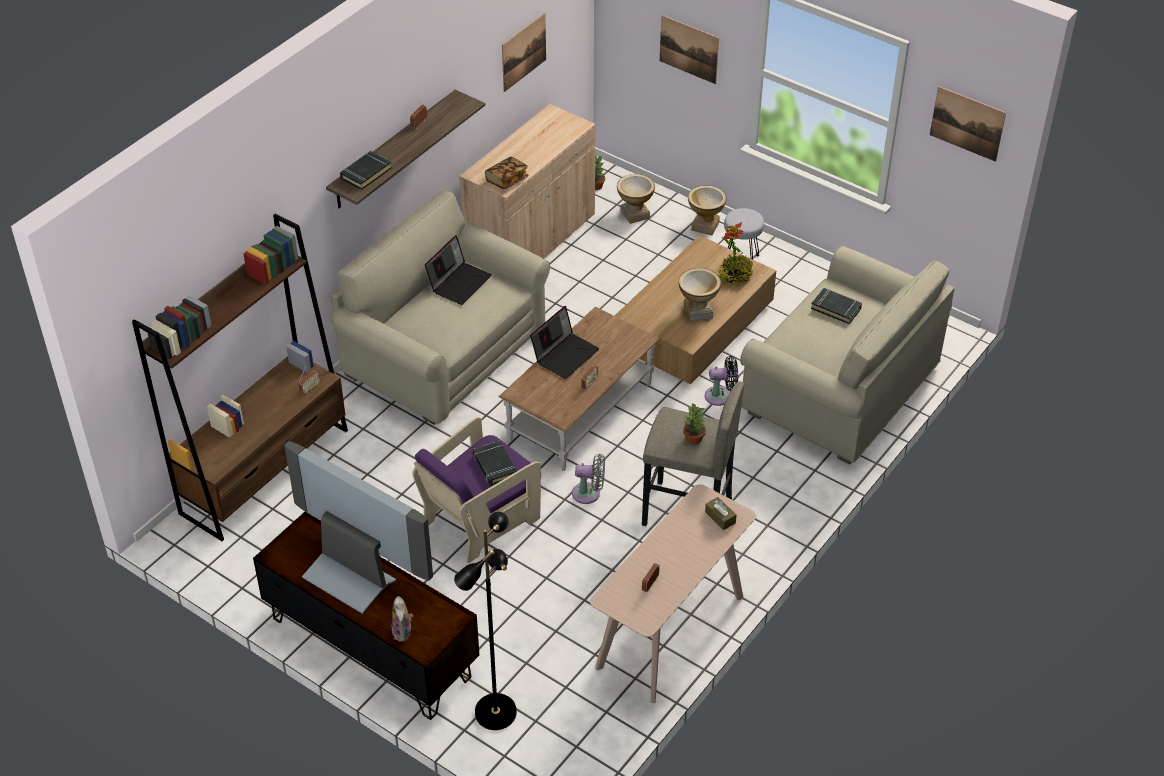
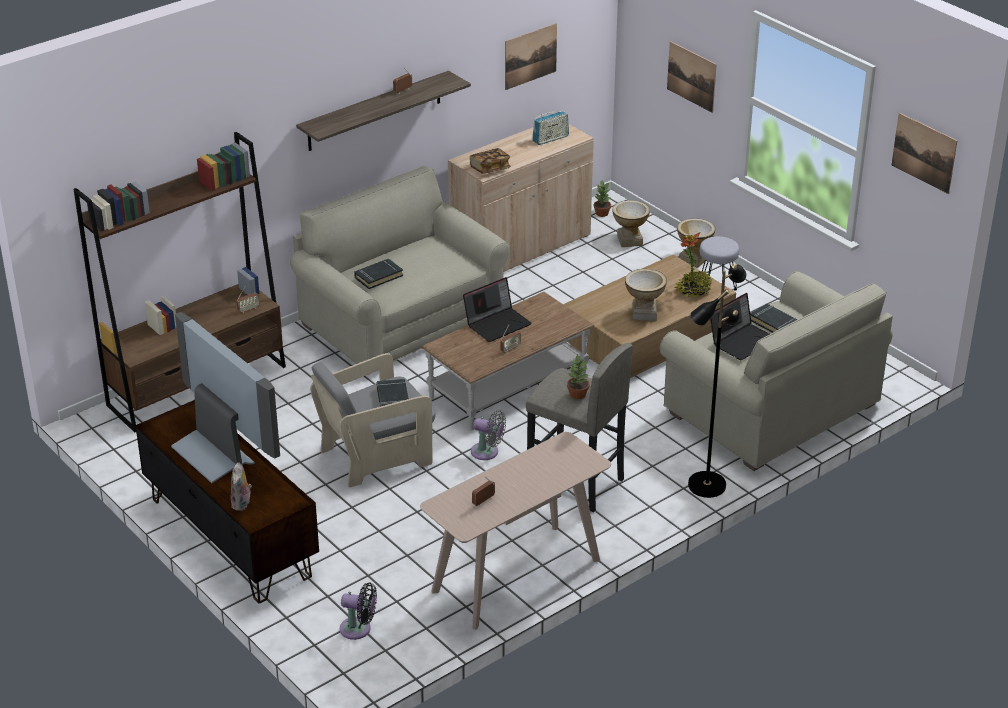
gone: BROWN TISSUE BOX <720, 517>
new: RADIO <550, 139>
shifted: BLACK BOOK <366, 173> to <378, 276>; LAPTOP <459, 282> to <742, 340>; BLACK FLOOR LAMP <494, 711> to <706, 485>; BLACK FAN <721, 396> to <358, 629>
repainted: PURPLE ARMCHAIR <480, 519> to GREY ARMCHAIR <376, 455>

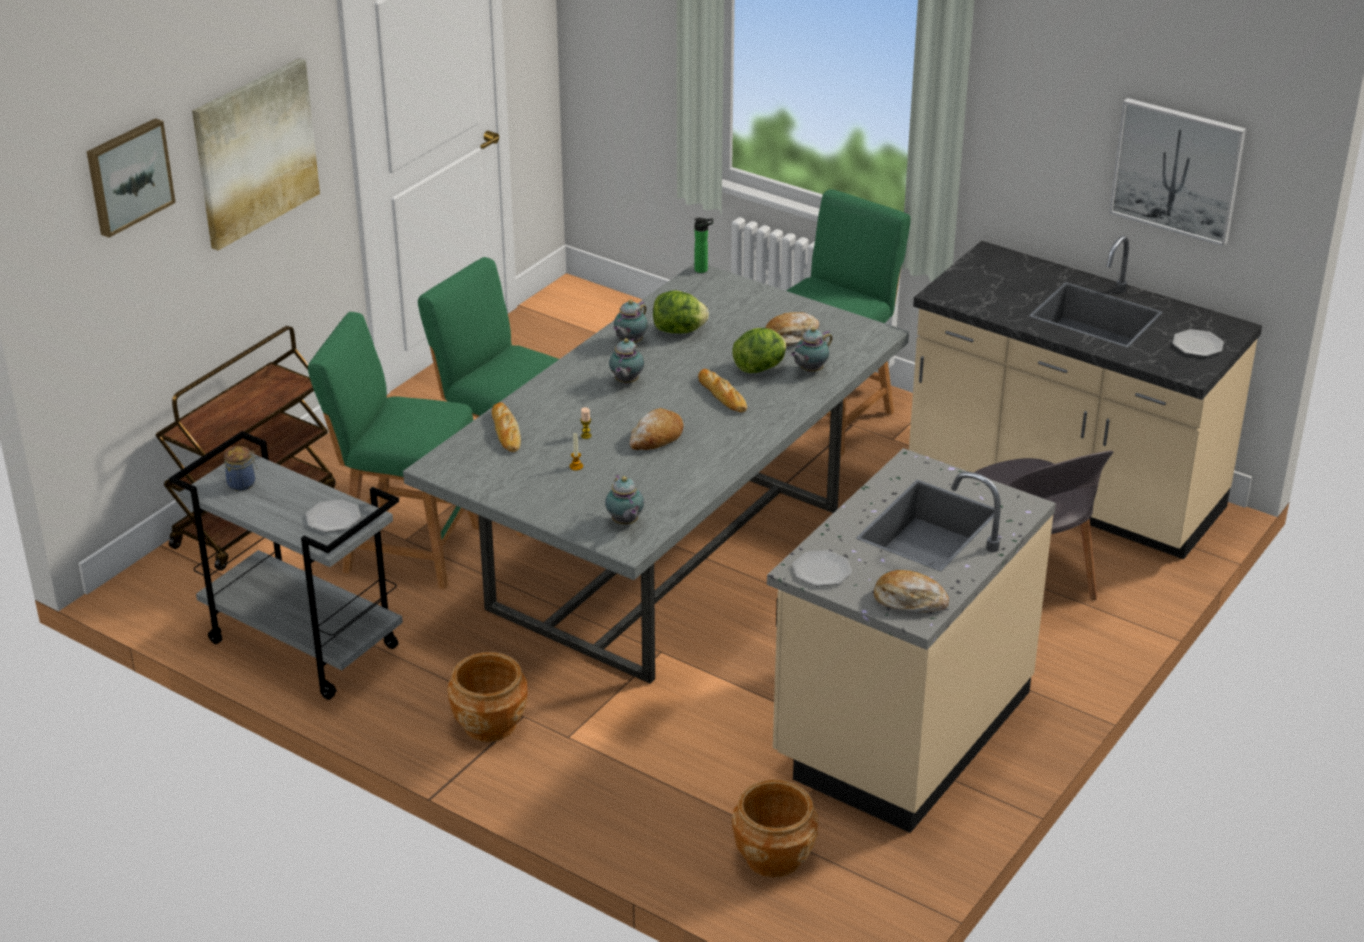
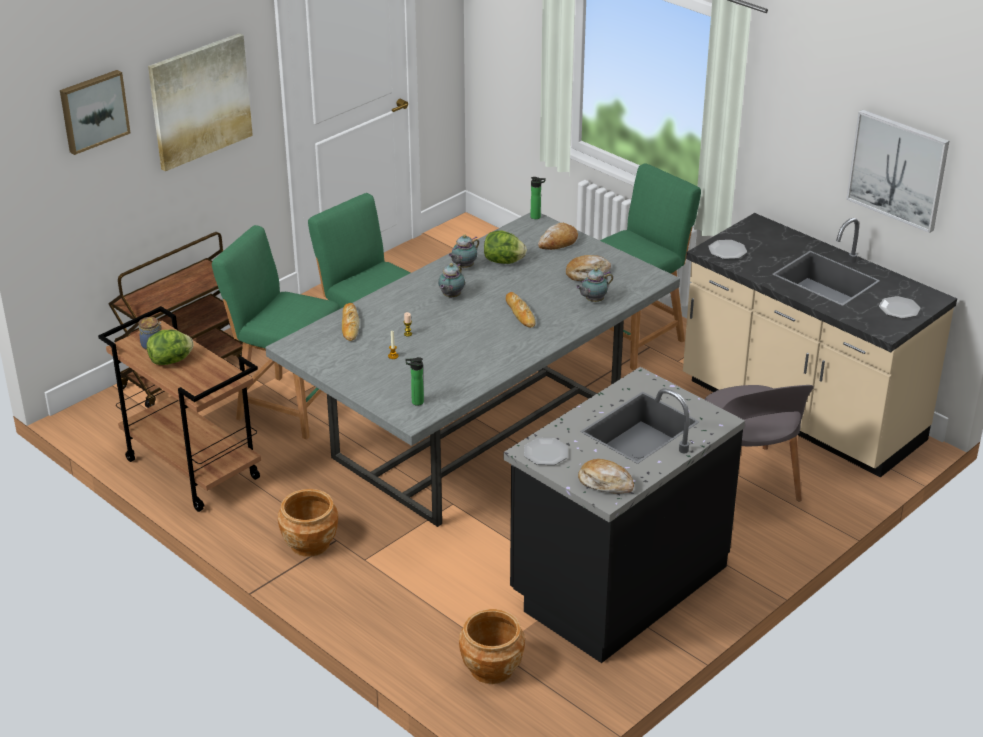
shifted: PLATE <333, 518> to <727, 251>; BREAD <656, 438> to <558, 242>; LETTUCE <760, 368> to <171, 361>
swapped: TEAPOT <625, 523> to BOTTLE <415, 402>
repainted: GREY CART <301, 645> to BROWN CART <190, 469>; BEIGE COUNTER <900, 728> to BLACK COUNTER <617, 582>

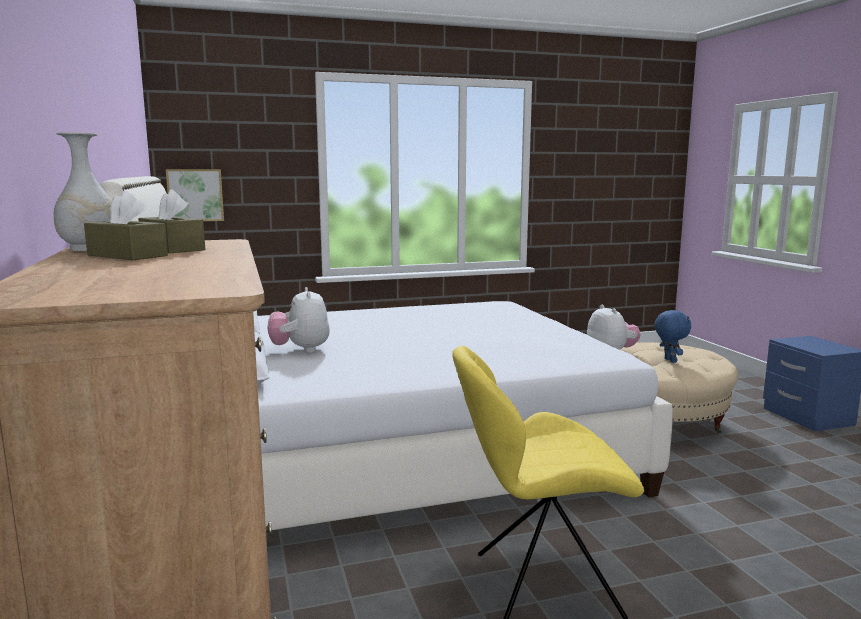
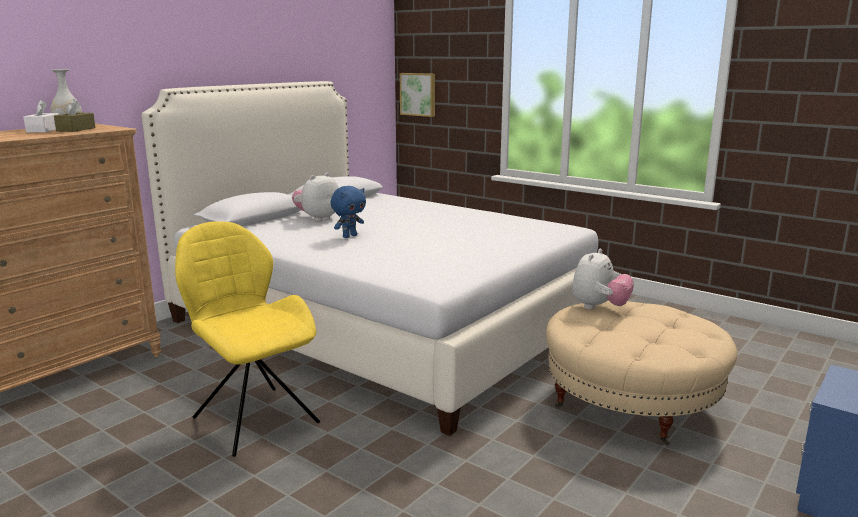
shifted: BLUE PLUSH TOY <669, 360> to <349, 236>
repainted: BROWN TISSUE BOX <127, 255> to WHITE TISSUE BOX <44, 130>

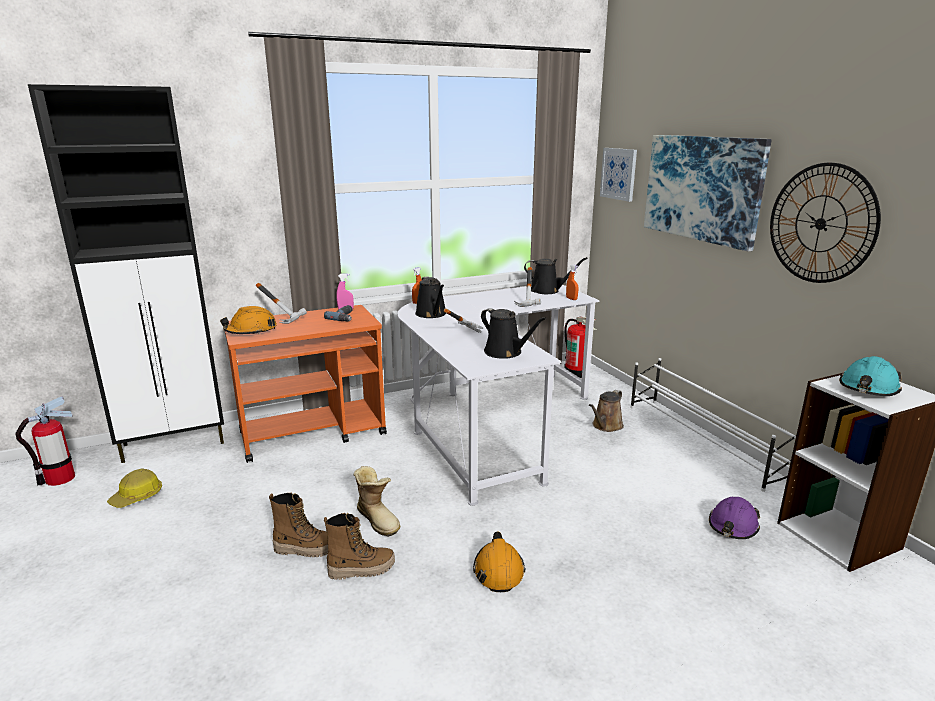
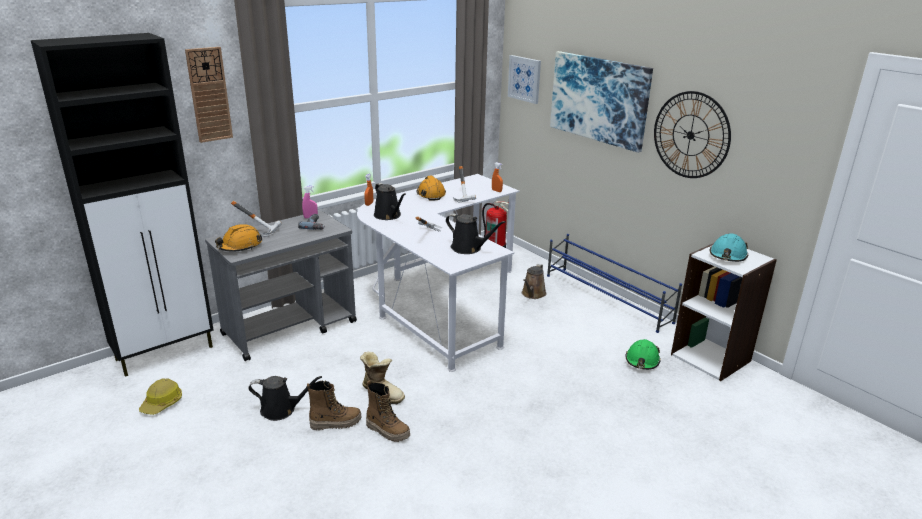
gone: FIRE EXTINGUISHER <60, 479>
new: WALL CLOCK <209, 95>
shifted: ORANGE HARD HAT <498, 570> to <431, 194>; BLACK WATERING CAN <548, 290> to <281, 410>
repainted: ORANGE CART <314, 433> to GREY CART <291, 328>; WHITE SHOE RACK <701, 441> to BLUE SHOE RACK <607, 298>; PURPLE HARD HAT <733, 526> to GREEN HARD HAT <642, 361>
rotated: BOOT <361, 569> = <388, 431> 60 degrees clockwise

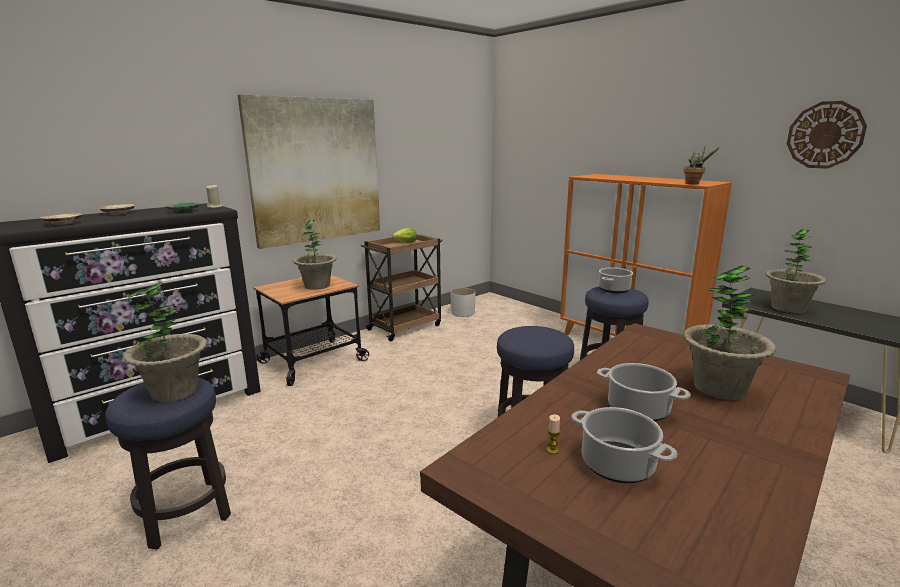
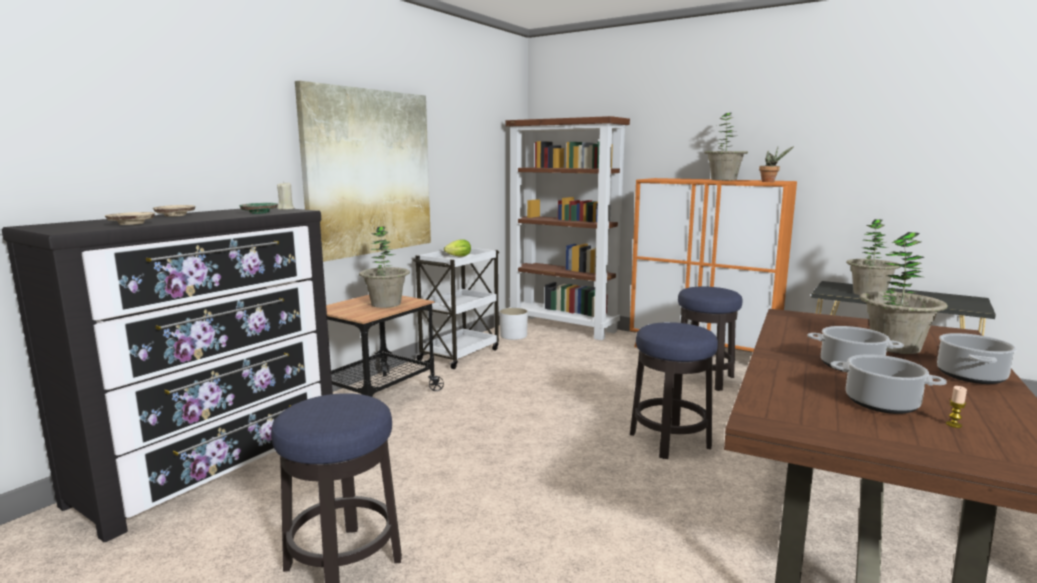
gone: WALL CLOCK <825, 135>
new: BROWN BOOKCASE <564, 327>
shifted: POTTED PLANT <174, 391> to <723, 179>; CANDLE <552, 450> to <953, 425>; COOKING POT <614, 290> to <971, 376>
repainted: BROWN CART <405, 327> to WHITE CART <460, 354>

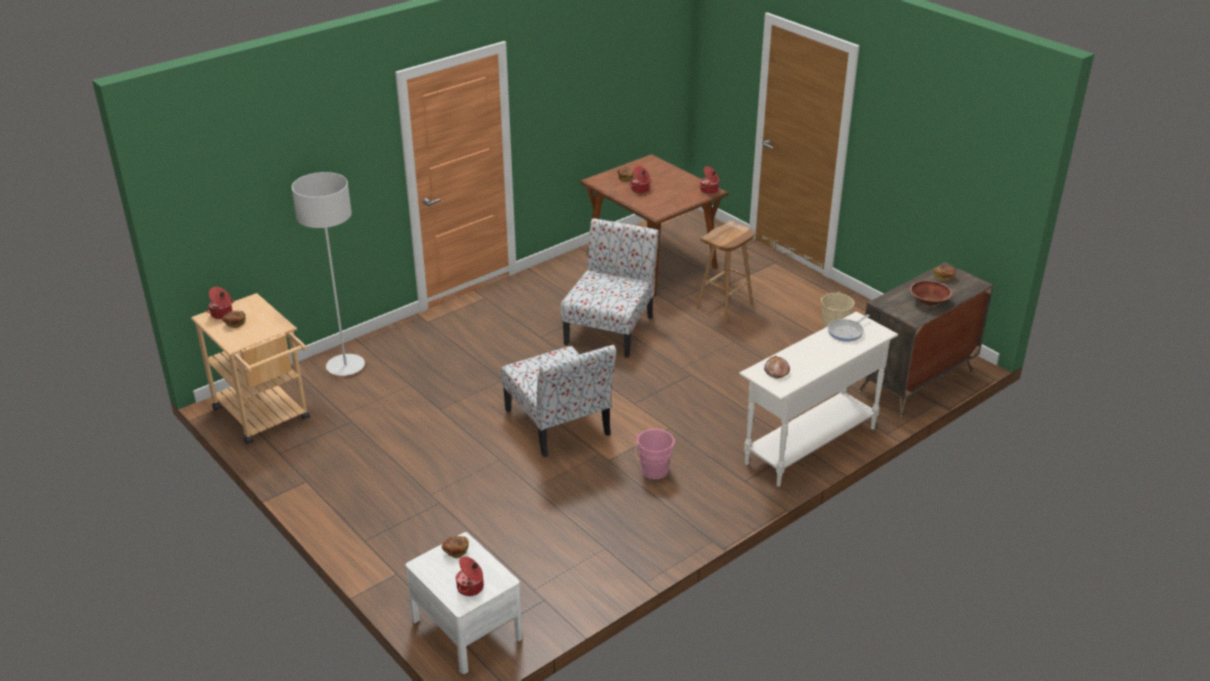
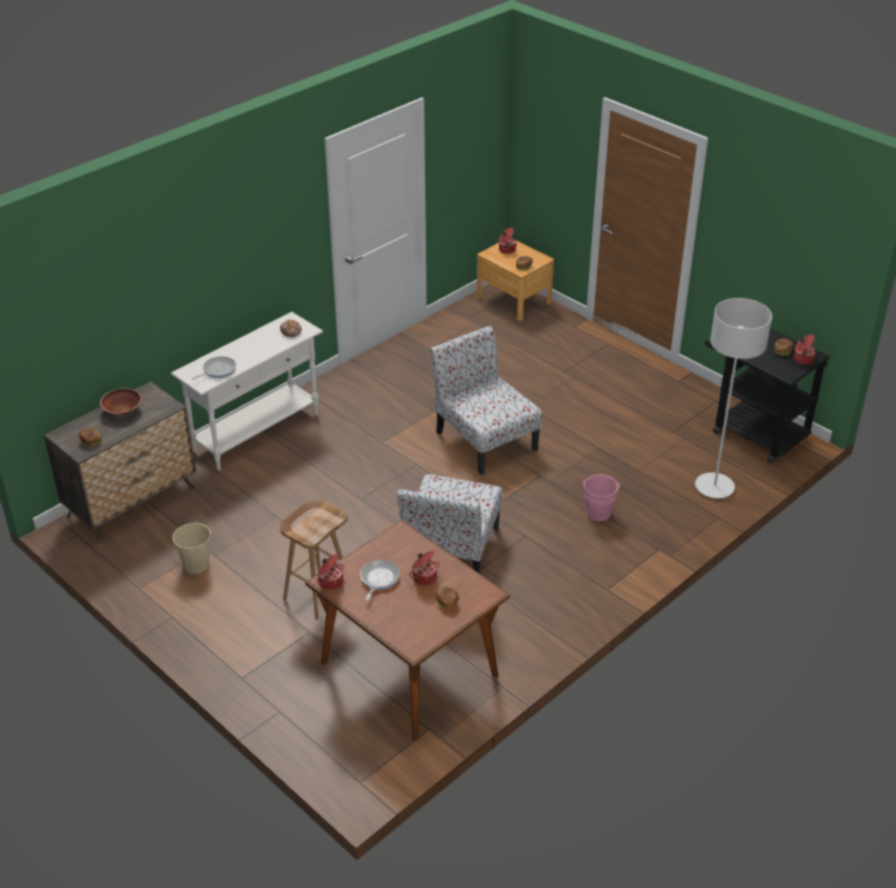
new: FRYING PAN <378, 579>
shifted: PINK BUCKET <654, 472> to <598, 511>
repainted: BEIGE CART <265, 417> to BLACK CART <753, 431>; WHITE NIGHTSTAND <467, 629> to BROWN NIGHTSTAND <513, 300>

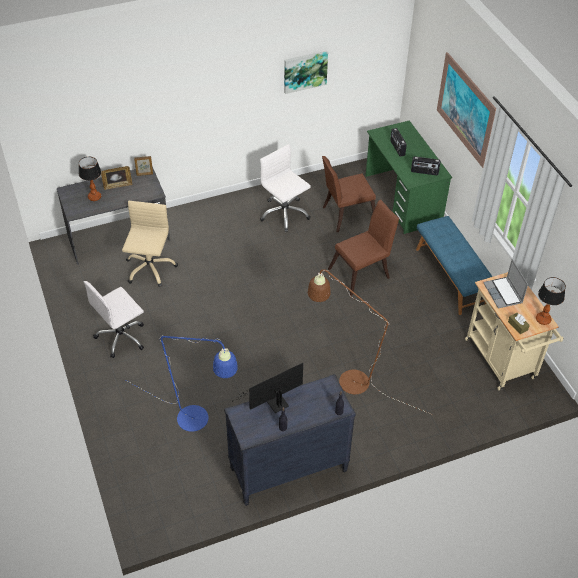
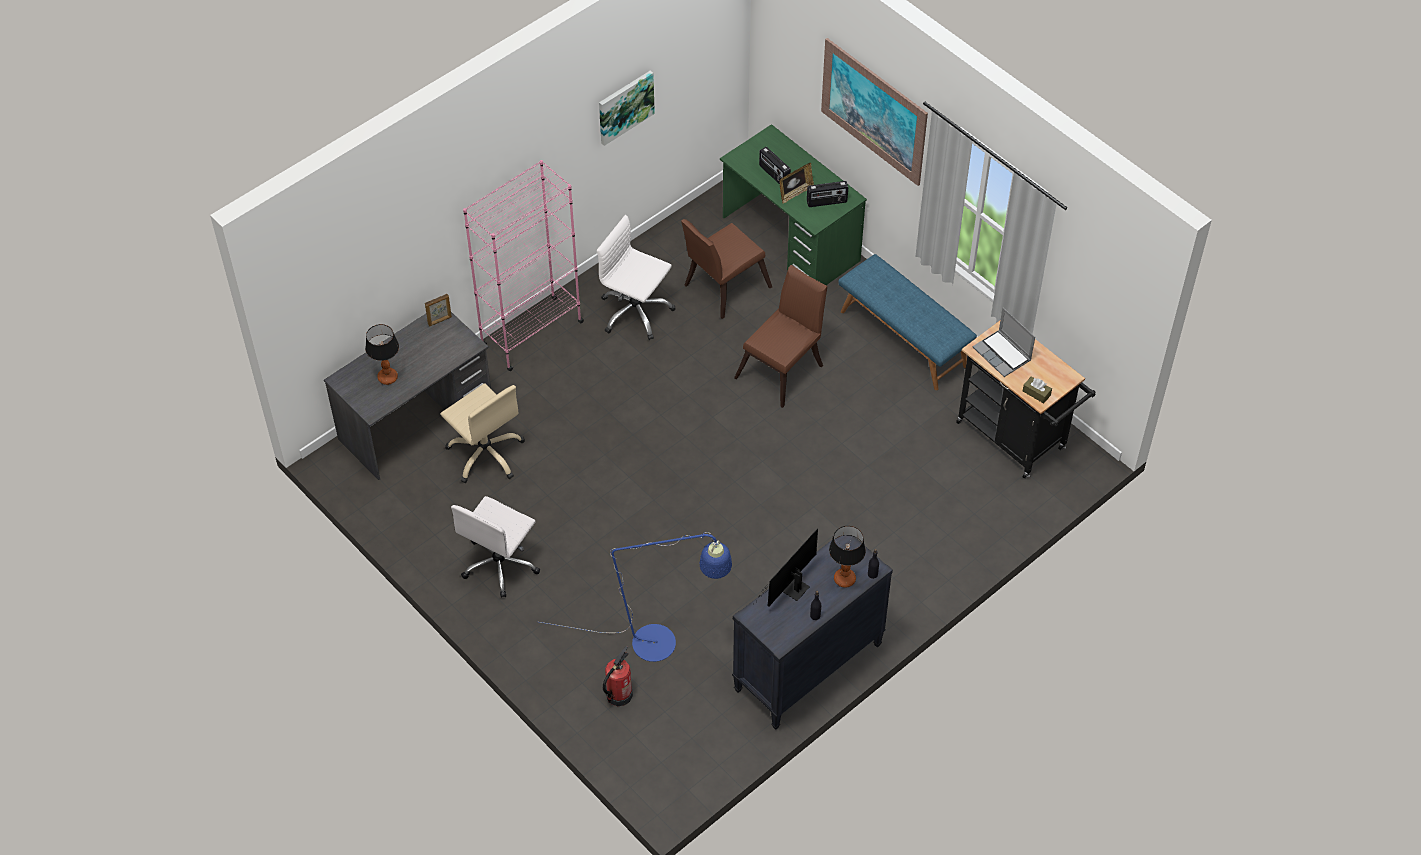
gone: BROWN FLOOR LAMP <346, 379>
new: PINK BOOKCASE <531, 334>; FIRE EXTINGUISHER <618, 695>
shifted: PICTURE FRAME <118, 185> to <795, 193>; TABLE LAMP <543, 319> to <844, 579>
repainted: BEIGE CART <503, 362> to BLACK CART <1016, 439>
rotated: BEIGE OFFICE CHAIR <150, 268> = <486, 454> 150 degrees clockwise

